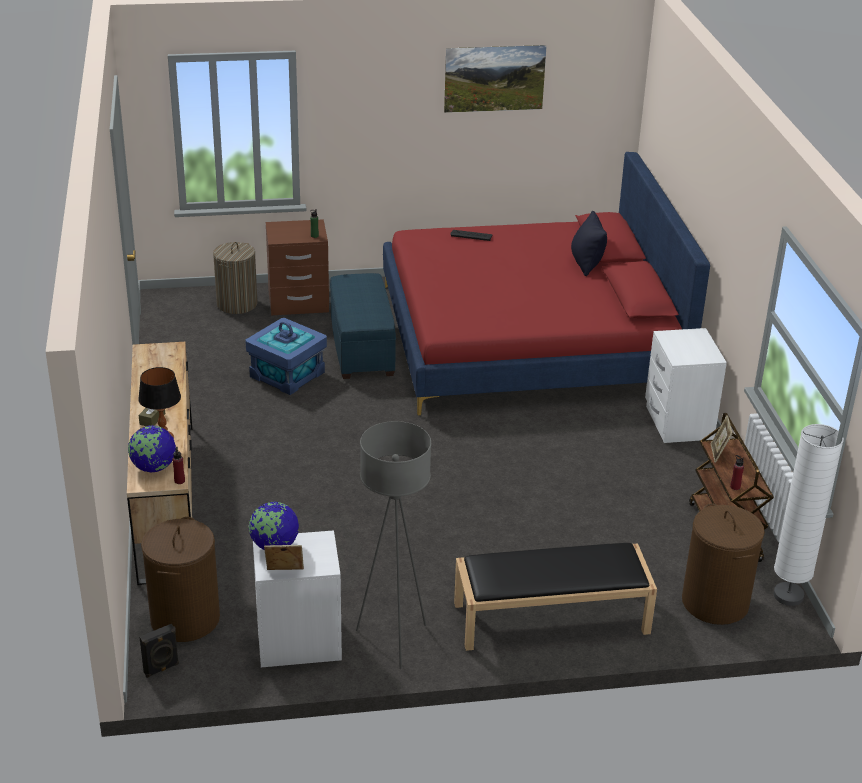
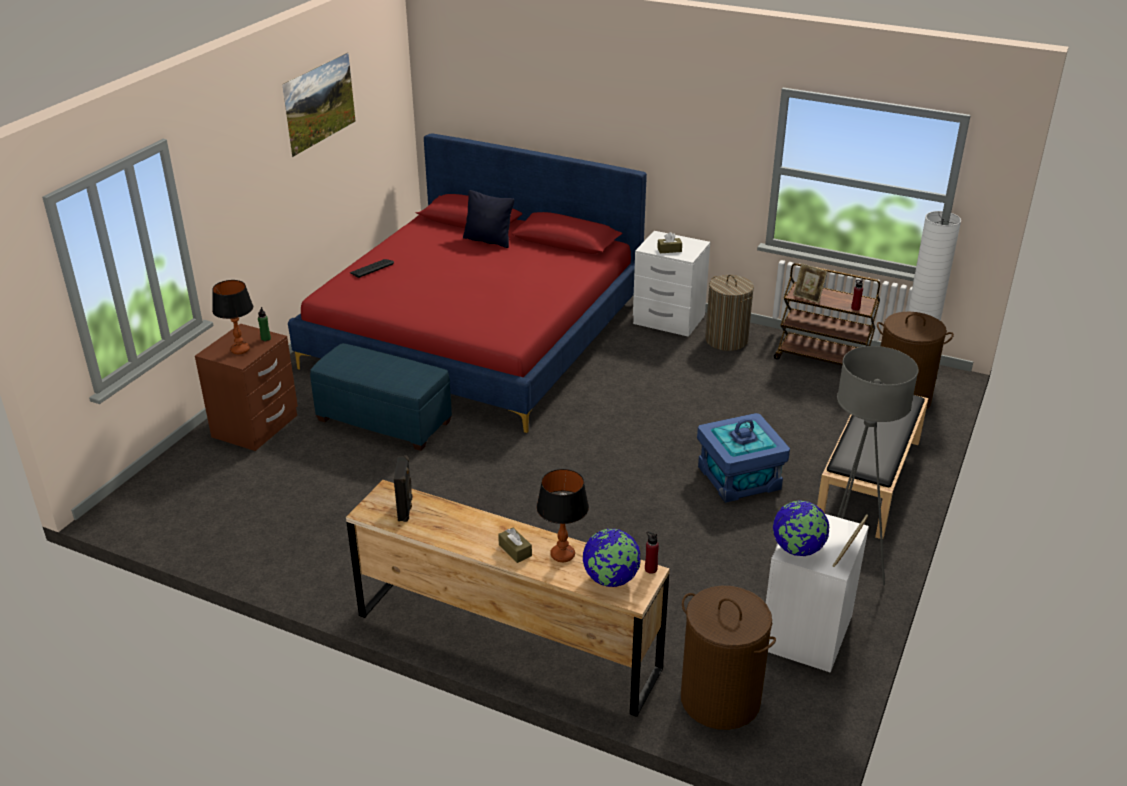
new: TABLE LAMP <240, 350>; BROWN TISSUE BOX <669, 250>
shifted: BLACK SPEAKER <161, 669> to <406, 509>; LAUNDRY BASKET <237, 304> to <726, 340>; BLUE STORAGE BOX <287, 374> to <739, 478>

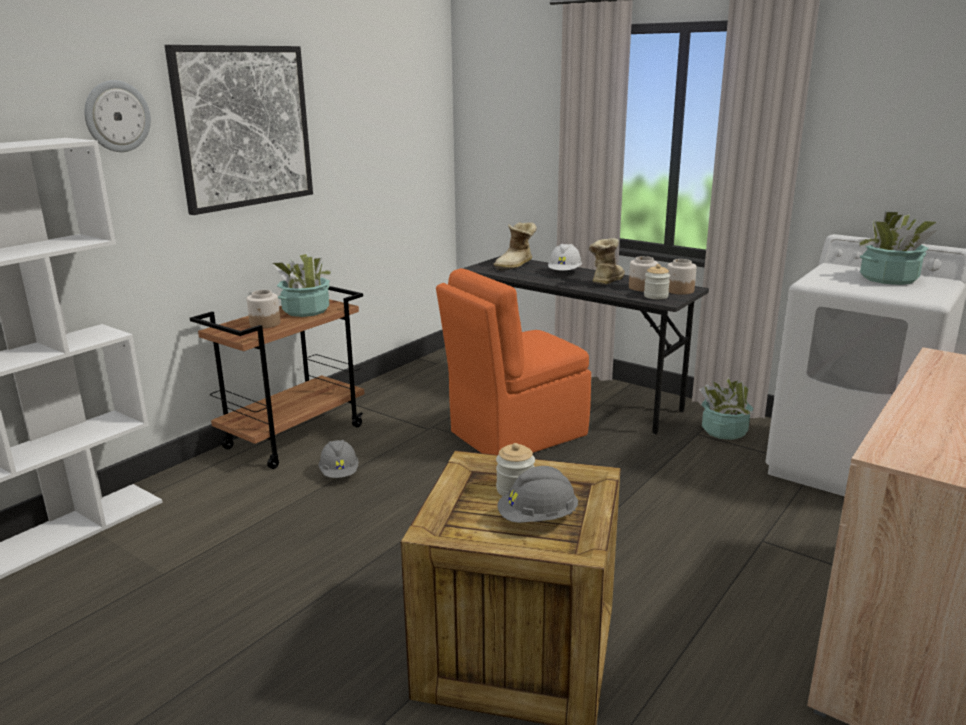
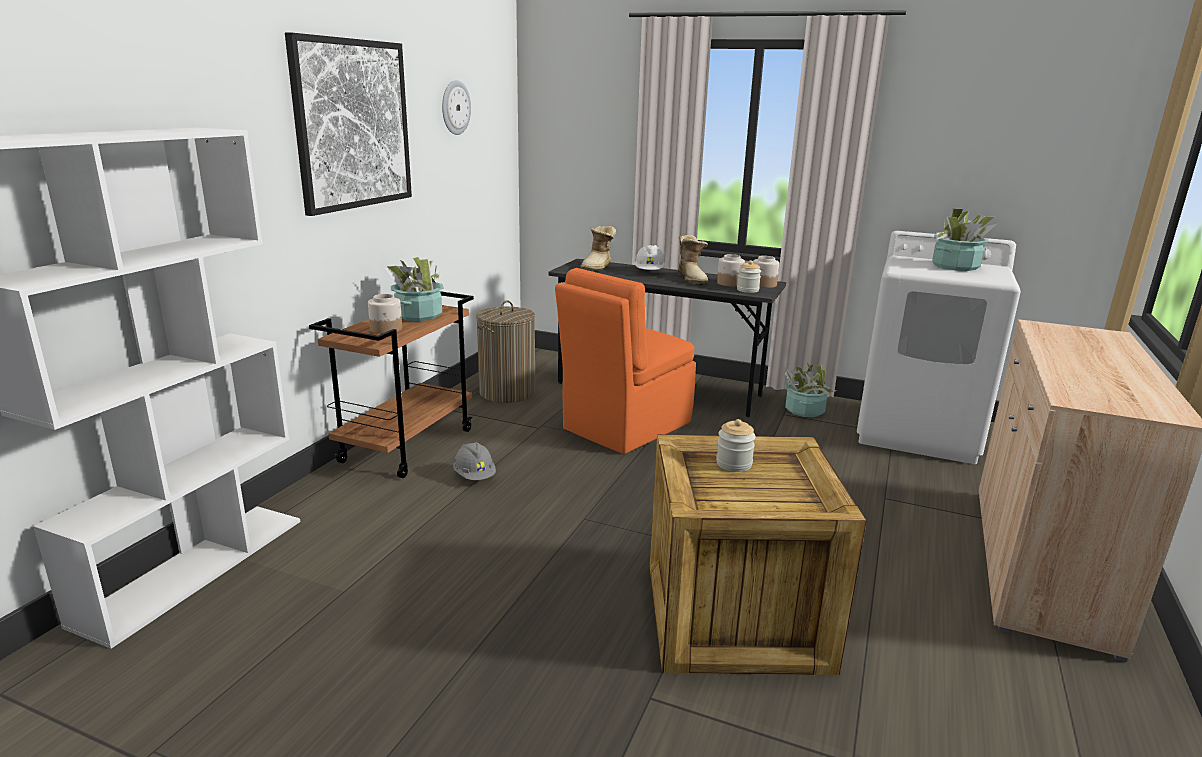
gone: GREY HARD HAT <538, 519>
new: LAUNDRY BASKET <507, 392>
shifted: WALL CLOCK <117, 116> to <455, 107>
rotated: BOOT <605, 281> = <692, 279> 150 degrees clockwise

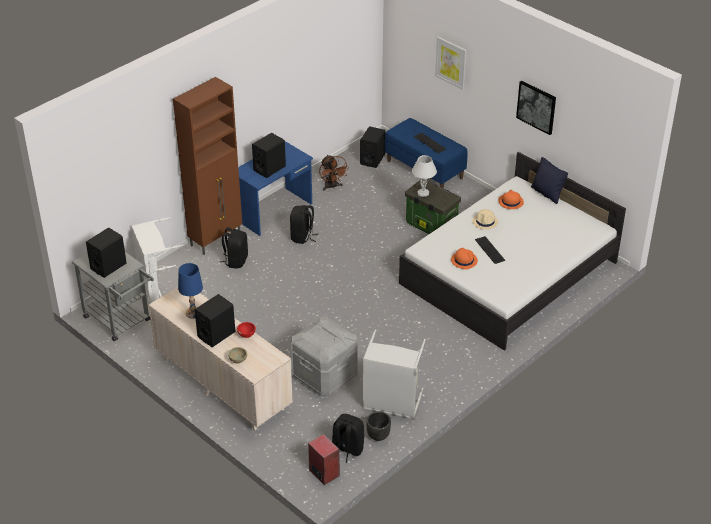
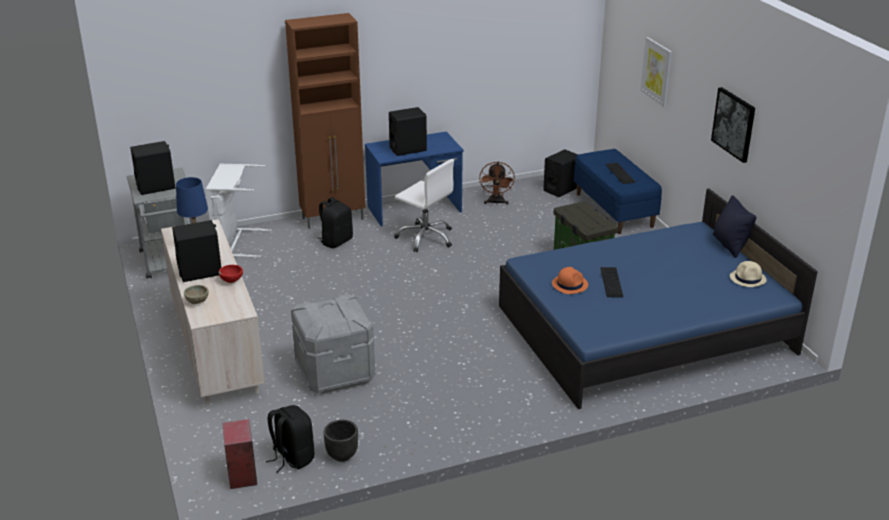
gone: GREY LAUNDRY BASKET <391, 404>; WHITE TABLE LAMP <423, 193>; ORANGE HAT <510, 202>
shifted: BEIGE HAT <485, 222> to <748, 279>
swapped: BLACK BACKPACK <302, 237> to WHITE OFFICE CHAIR <426, 238>
repainted: WHITE BED <508, 273> to BLUE BED <644, 329>

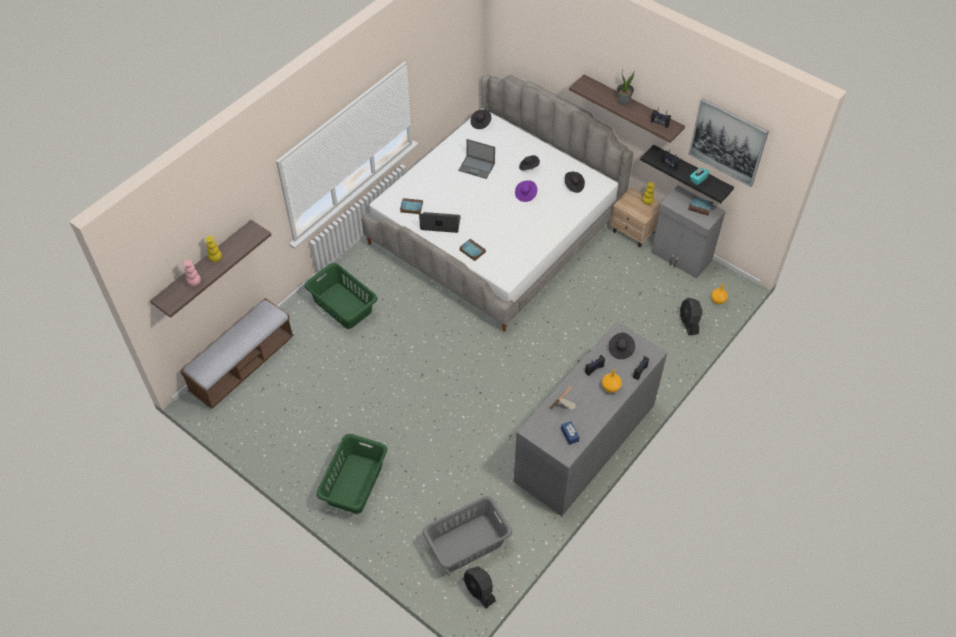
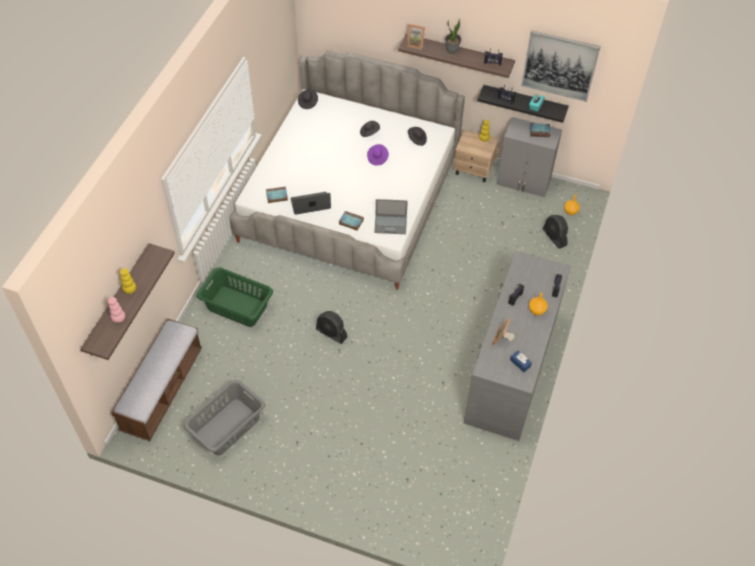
gone: GREEN LAUNDRY BASKET <355, 483>; BLACK HAT <620, 349>
new: PICTURE FRAME <415, 44>
shifted: GREY LAUNDRY BASKET <467, 543> to <227, 427>; LAPTOP <477, 167> to <391, 224>; BLACK FAN <479, 590> to <331, 333>

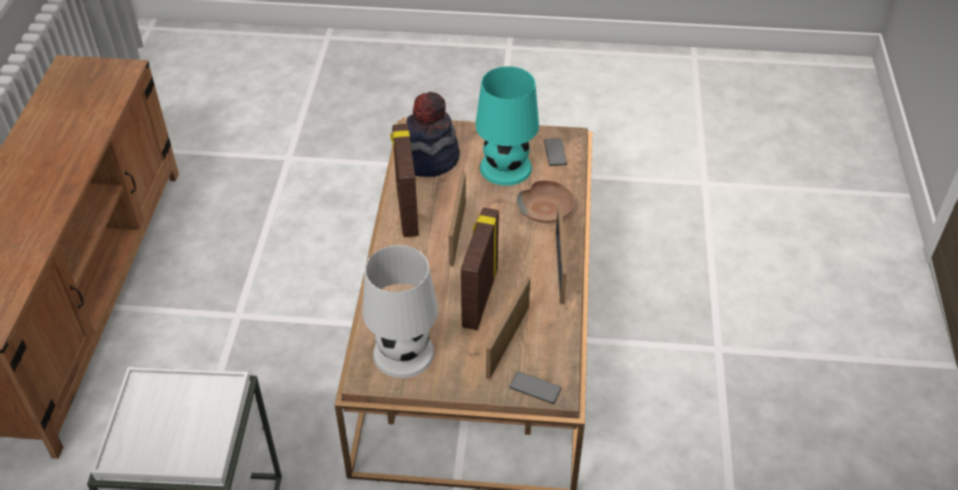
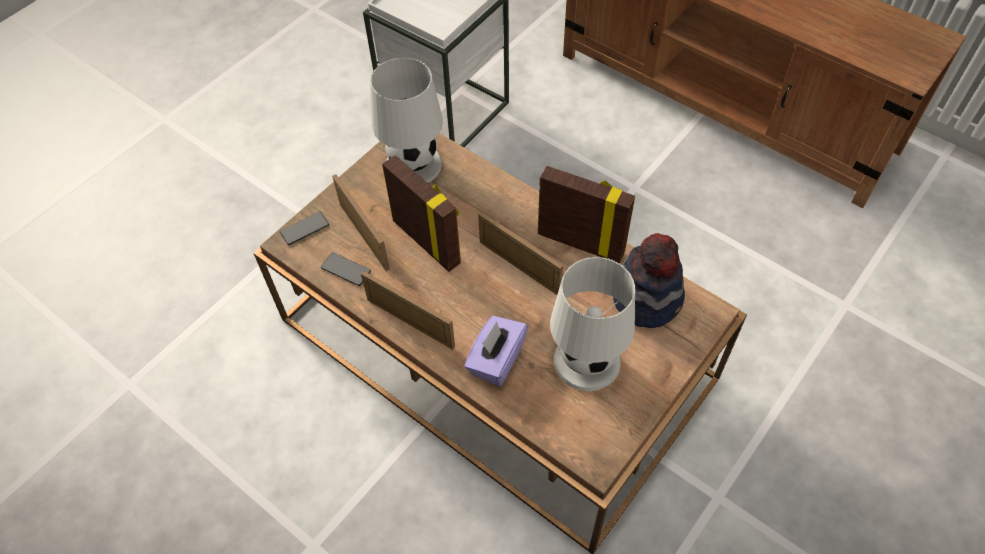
shifted: PHONE <555, 153> to <346, 270>
swapped: BROWN BOWL <546, 209> to PURPLE TISSUE BOX <496, 360>
repainted: TURQUOISE TABLE LAMP <506, 167> to WHITE TABLE LAMP <587, 361>

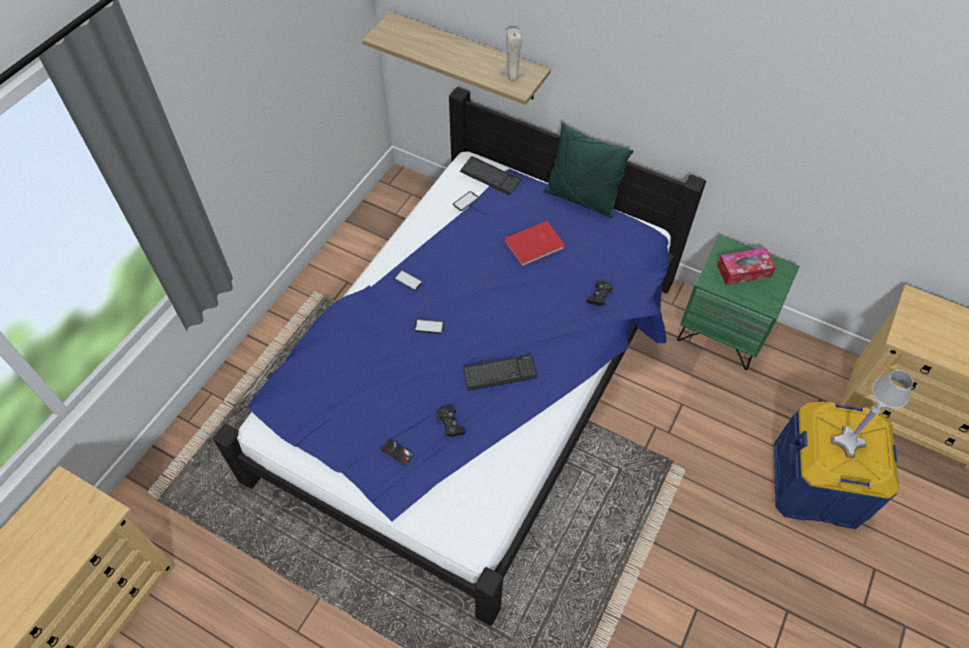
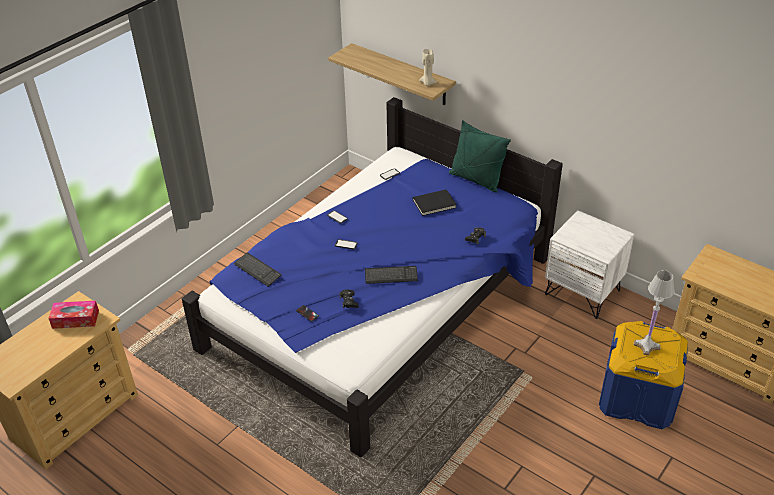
shifted: KEYBOARD <490, 177> to <257, 270>; TISSUE BOX <743, 271> to <75, 319>
repainted: RED BOOK <535, 245> to BLACK BOOK <435, 204>; GREEN NIGHTSTAND <722, 331> to WHITE NIGHTSTAND <583, 292>

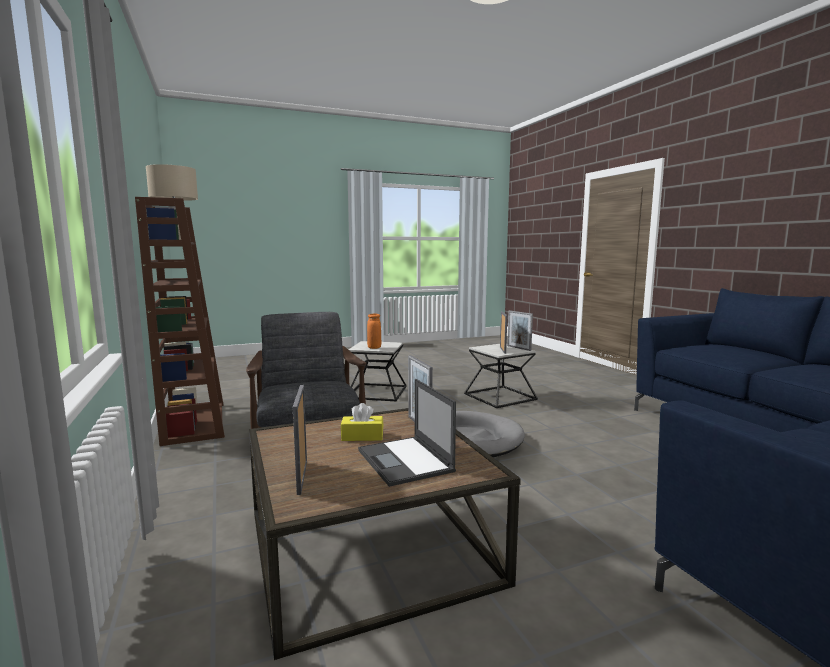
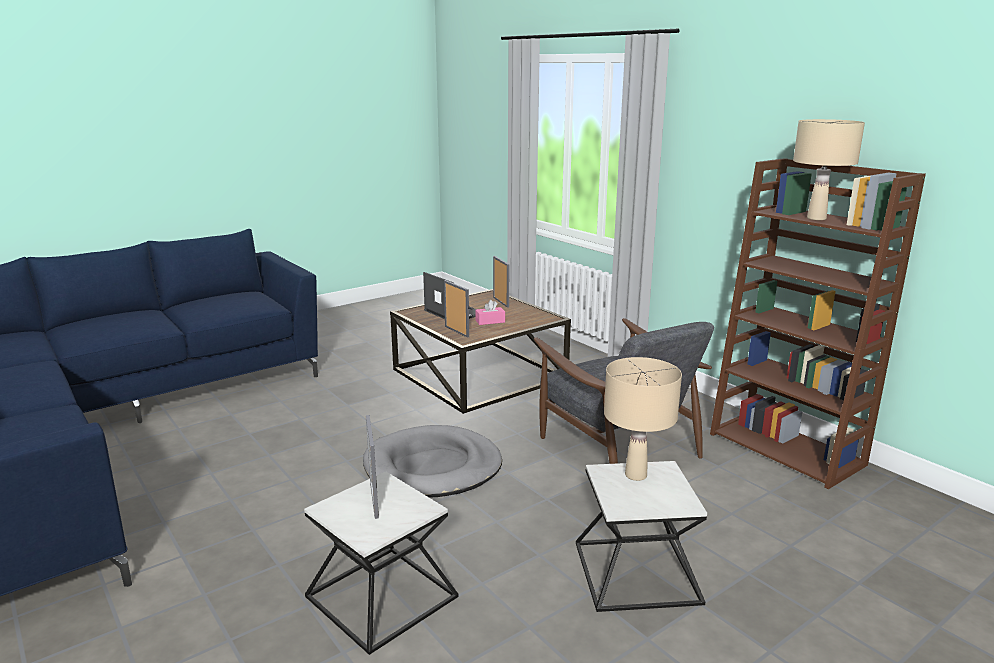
gone: PICTURE FRAME <518, 348>
swapped: ORANGE VASE <374, 348> to BEIGE TABLE LAMP <636, 475>
repainted: YELLOW TISSUE BOX <362, 436> to PINK TISSUE BOX <490, 321>

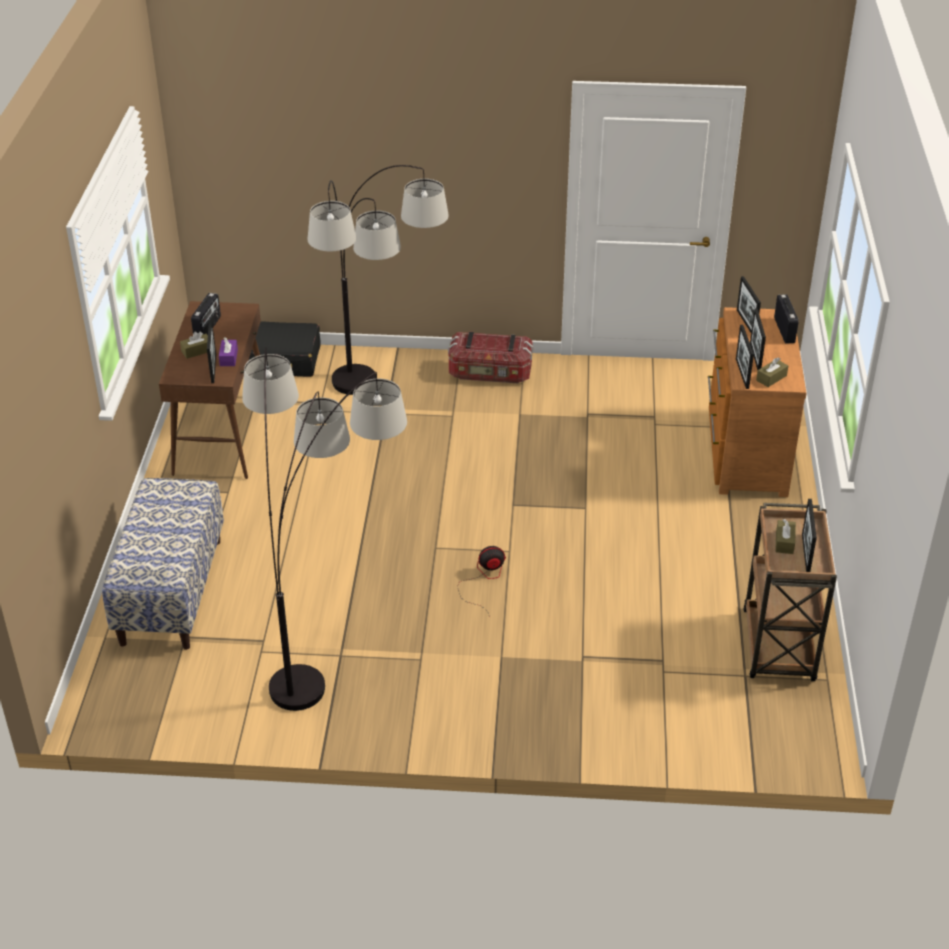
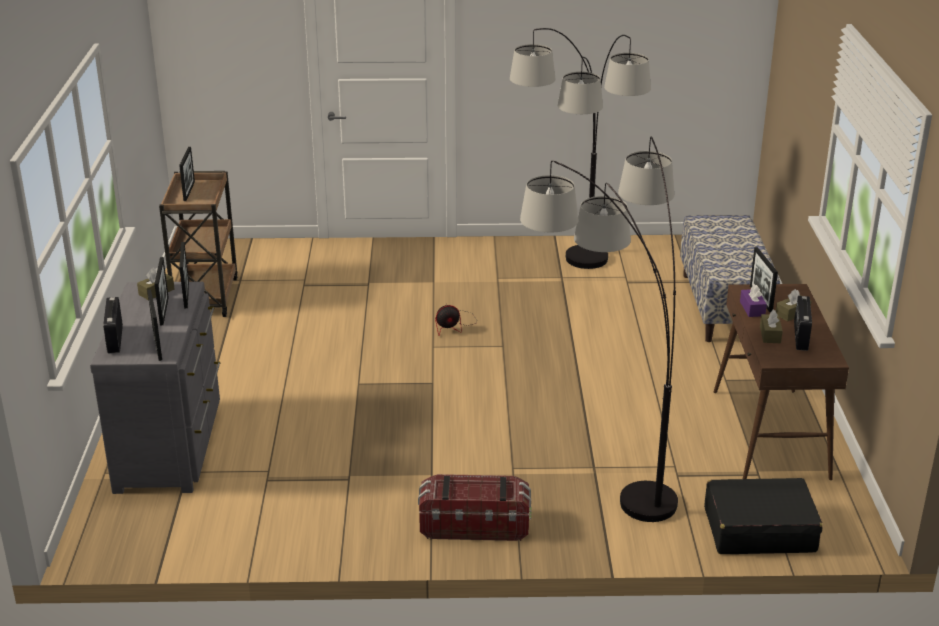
shifted: BROWN TISSUE BOX <784, 542> to <770, 334>
repainted: BROWN DRESSER <744, 452> to GREY DRESSER <172, 445>

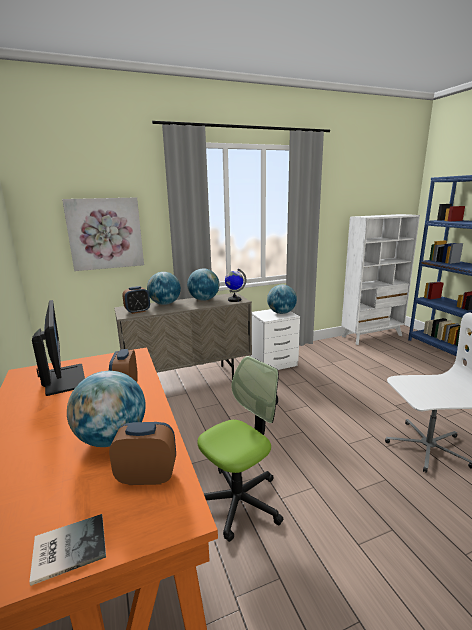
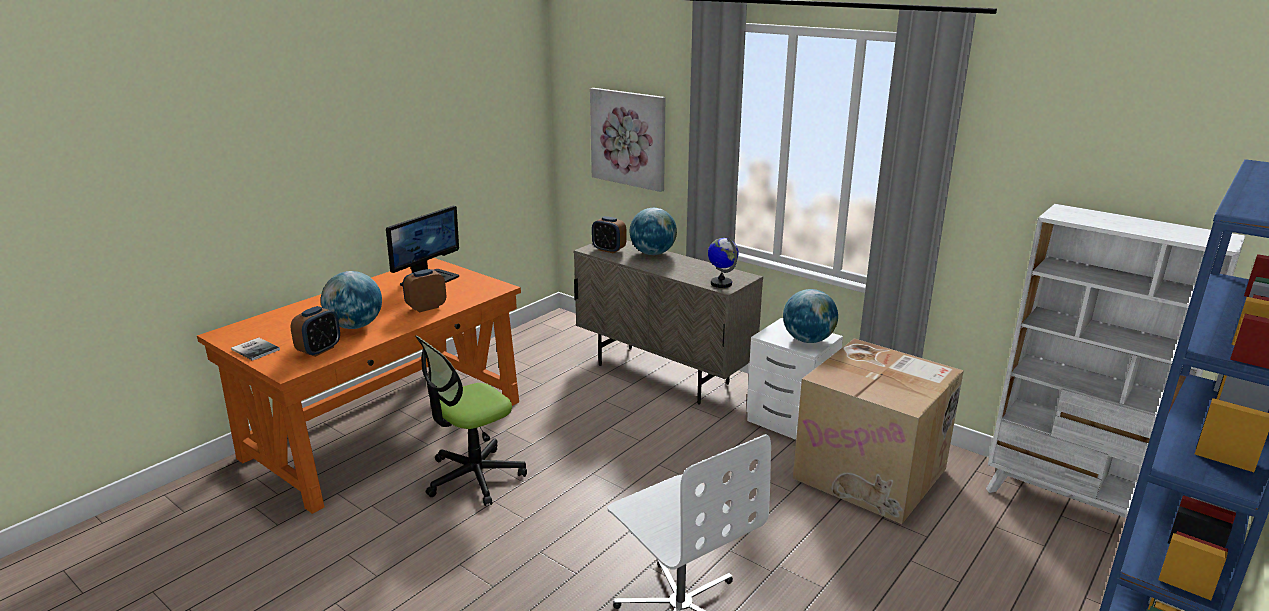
gone: GLOBE <204, 299>
new: CARDBOARD BOX <872, 473>
rotated: ALARM CLOCK <147, 476> = <319, 350> 60 degrees clockwise; OFFICE CHAIR <239, 501> = <474, 477> 120 degrees clockwise

